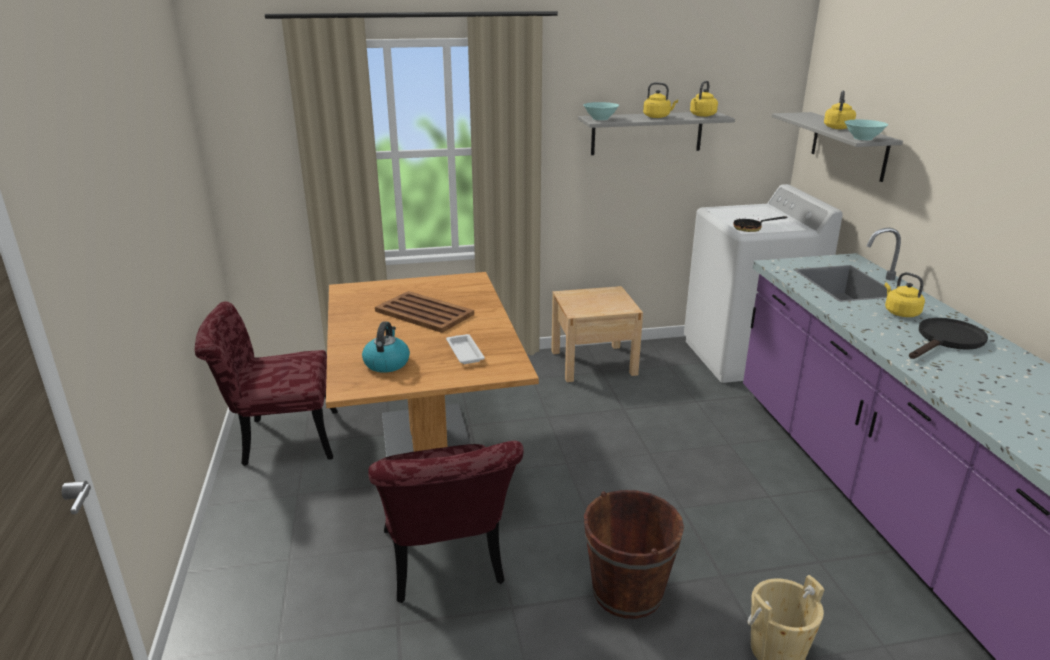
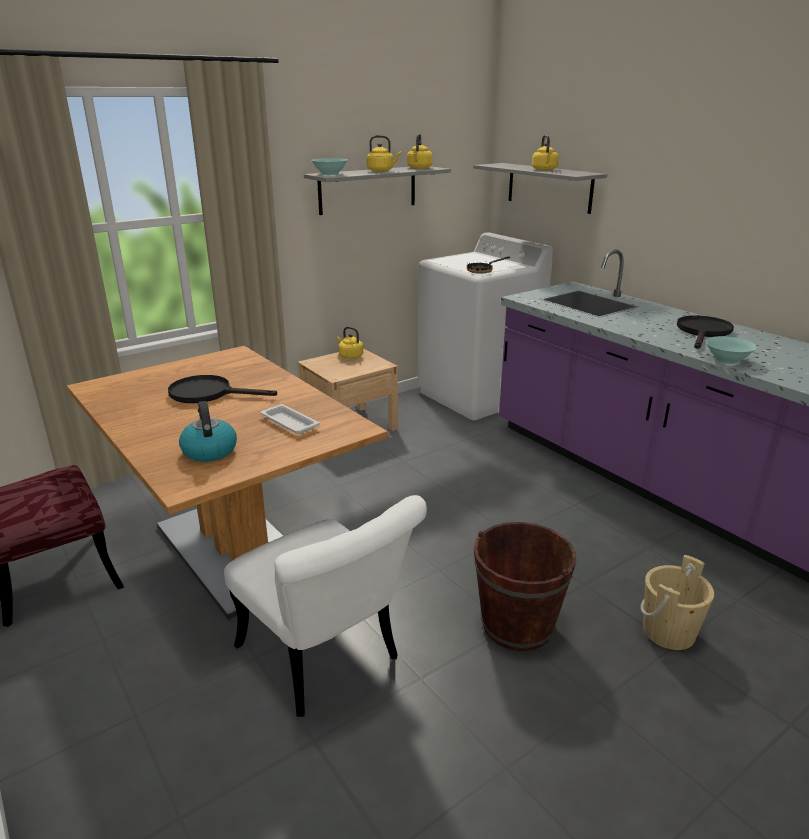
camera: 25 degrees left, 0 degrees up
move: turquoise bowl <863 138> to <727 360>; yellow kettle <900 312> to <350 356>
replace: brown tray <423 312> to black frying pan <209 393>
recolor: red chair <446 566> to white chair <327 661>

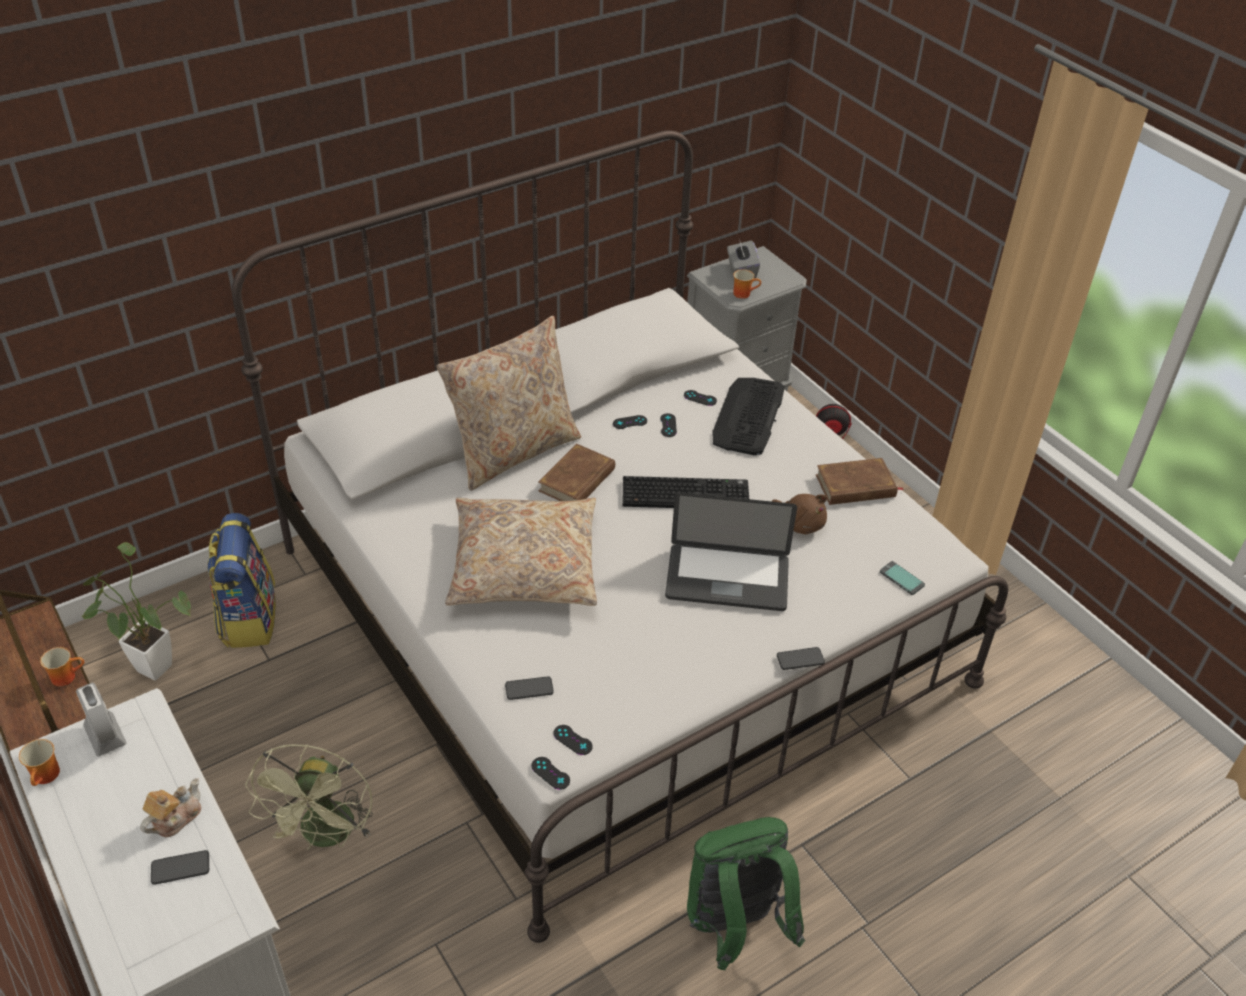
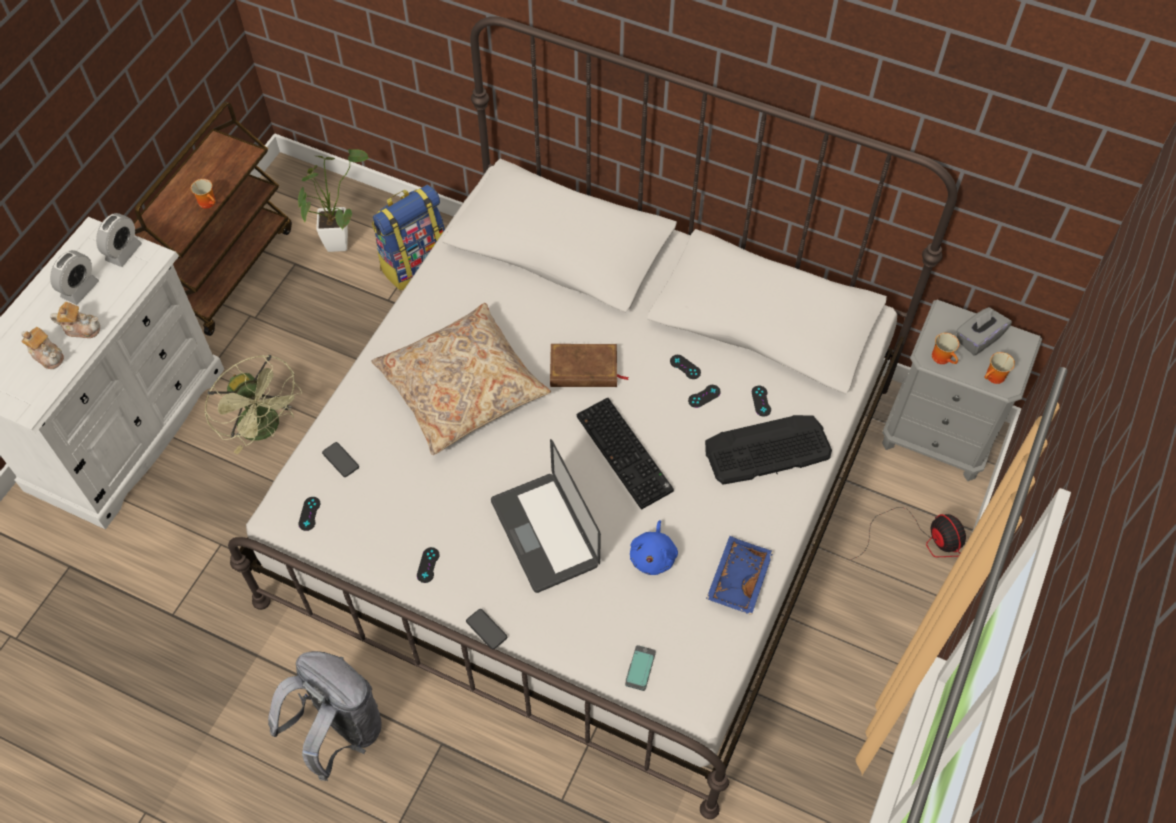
camera: 60 degrees right, 15 degrees up
delete: beige pillow <513 451>
insert: alarm clock <80 289>
move: mug <47 776> to <994 378>; black game controller <550 773> to <428 565>
replace: phone <180 868> to teapot <47 355>; brown book <855 486> to blue tray <737 579>
recolor: green backpack <735 927> to grey backpack <339 731>; brown plush toy <800 523> to blue plush toy <653 556>
rotate: green fan <326 836> = <265 429> 105 degrees counterclockwise

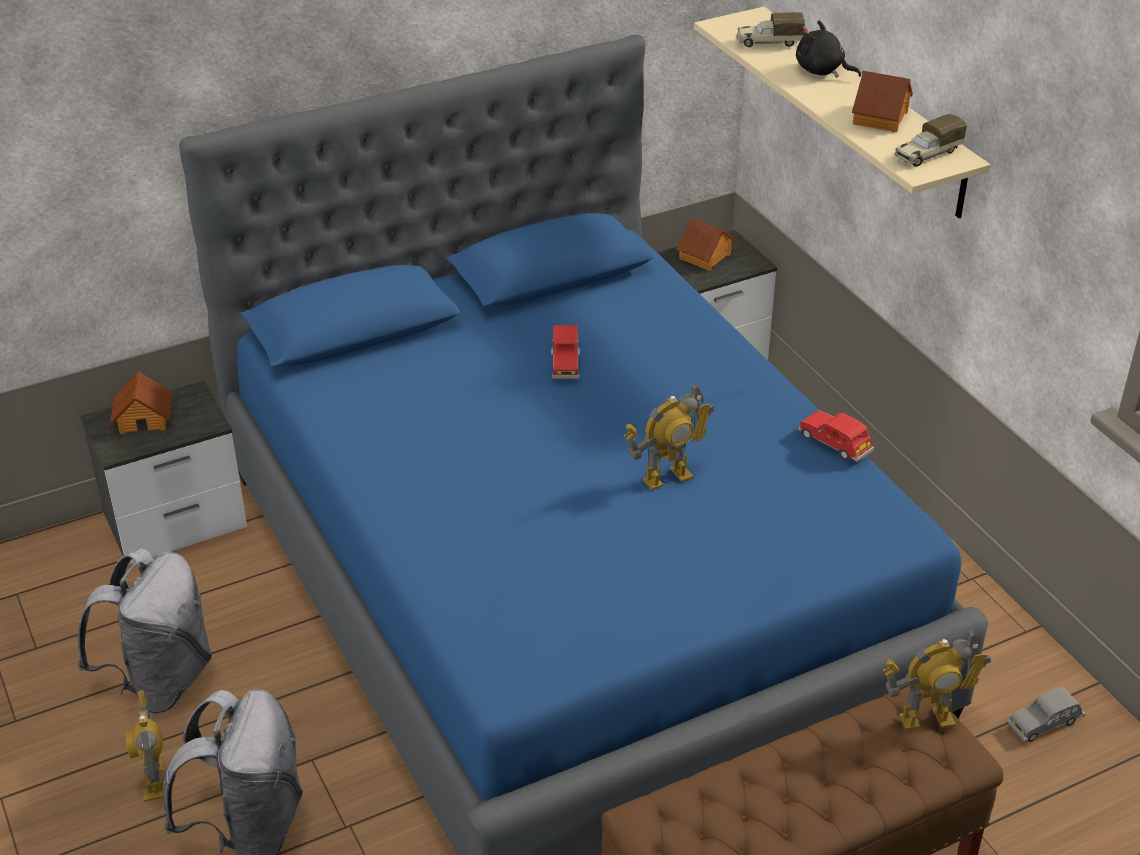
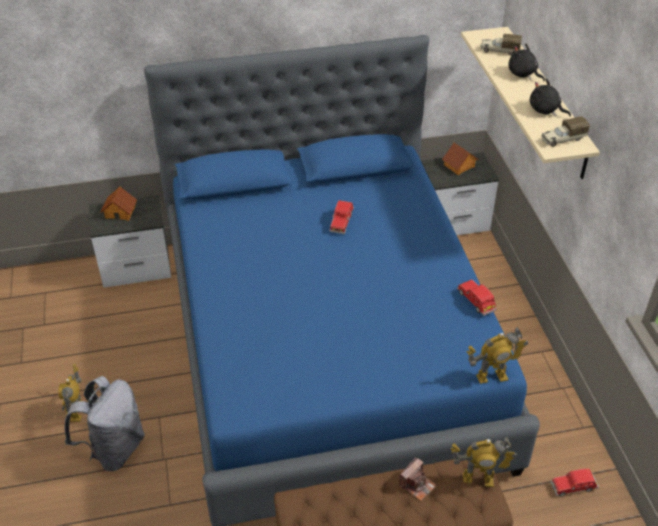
camera: 15 degrees right, 5 degrees up
delete: grey backpack <161 681>
insert: photo camera <417 485>
move: toy robot <667 477> to <492 376>
replace: toy house <881 118> to black plush toy <545 110>
recolor: grey toy car <1045 723> to red toy car <573 487>

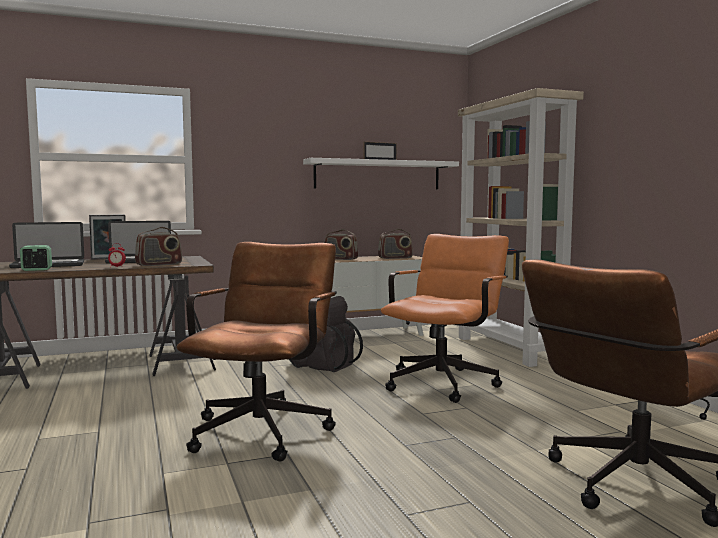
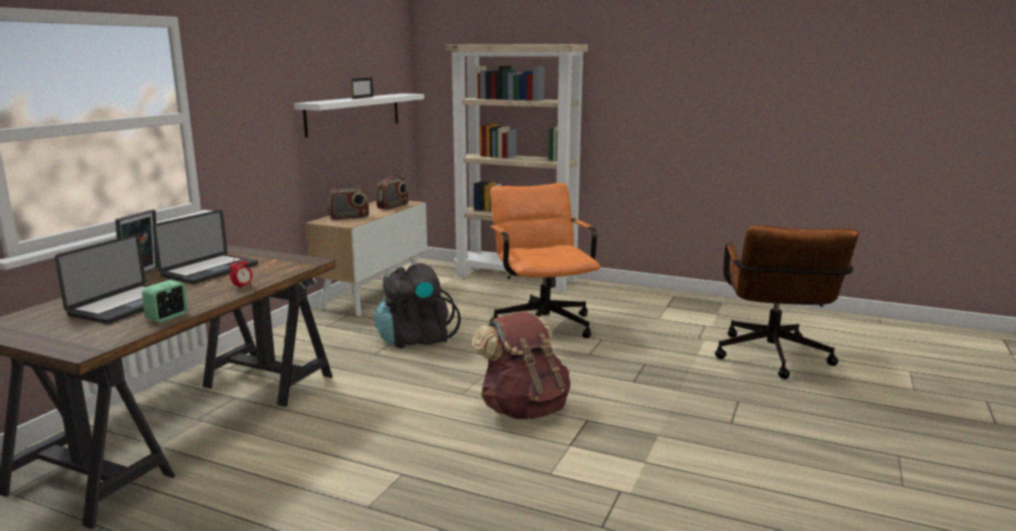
camera: 45 degrees left, 10 degrees up
delete: radio <159 264>
replace: brown office chair <265 428> to brown backpack <523 409>

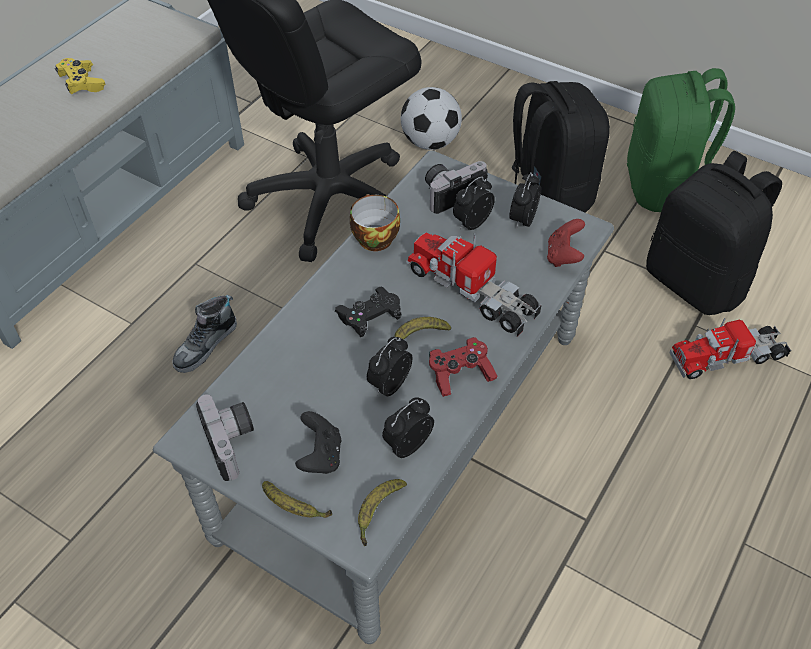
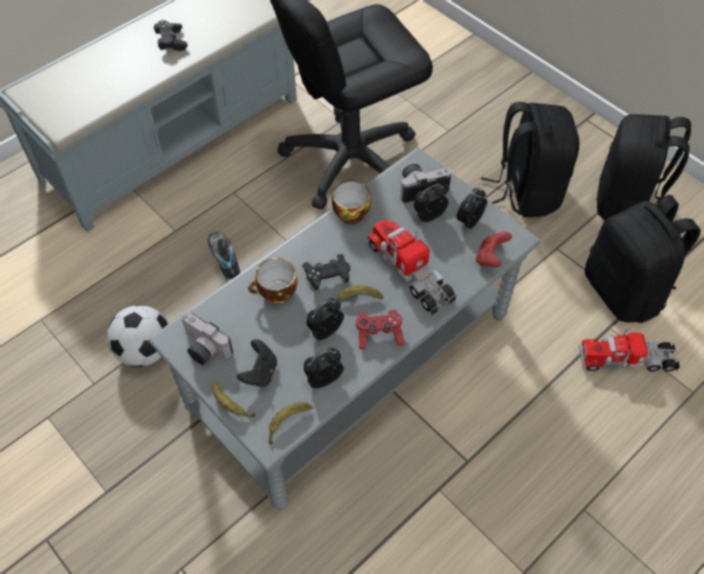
camera: 15 degrees right, 5 degrees up
insert: cup <276 294>
move: football <430 142> to <145 351>
recolor: yellow game controller <82 83> to black game controller <171 42>; green backpack <663 187> to black backpack <626 204>
rotate: shoe <206 345> = <224 259> 105 degrees clockwise; photo camera <233 442> = <203 348> 135 degrees clockwise

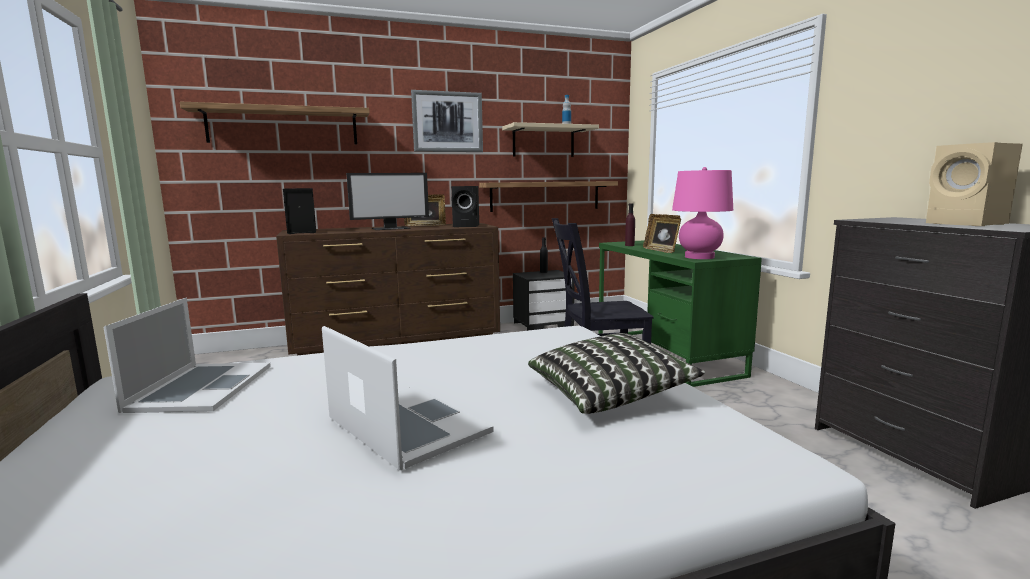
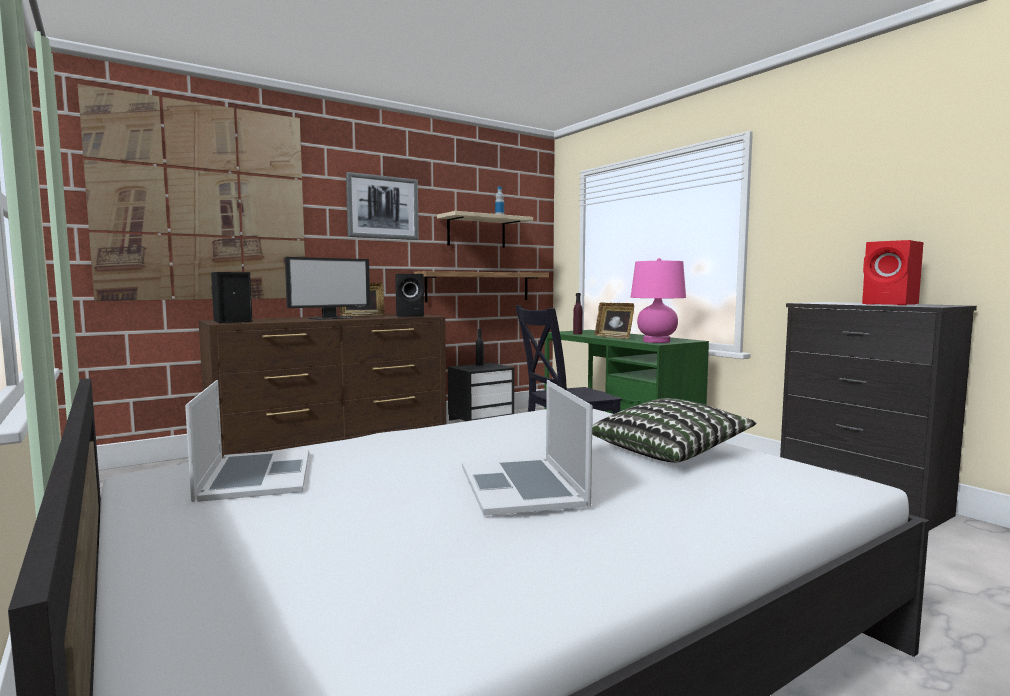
camera: 15 degrees left, 5 degrees down
replace: shelf <283 126> to picture <204 203>
recolor: beige speaker <968 224> to red speaker <892 304>
rotate: laptop <406 425> = <522 485> 135 degrees counterclockwise

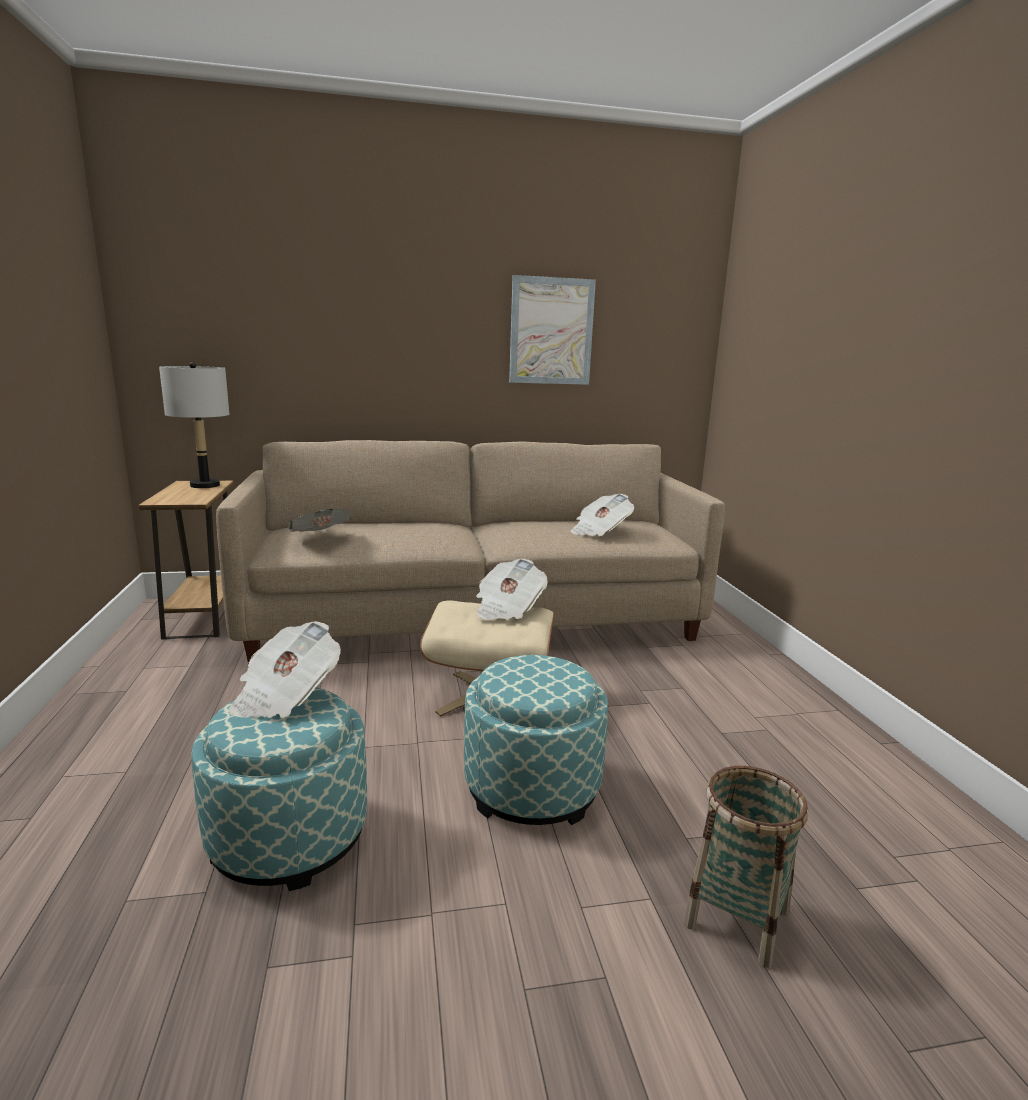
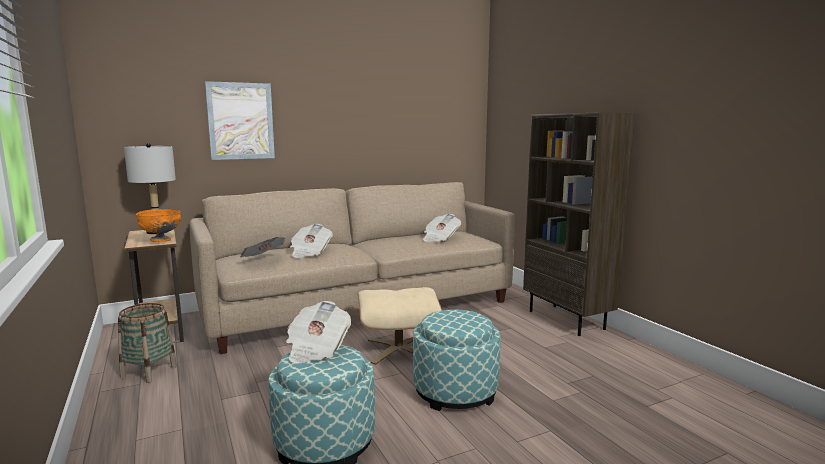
camera: 15 degrees left, 5 degrees down
insert: orange bowl <161 240>; brown bookcase <567 320>
move: newspaper <507 608> to <310 252>; picture <551 331> to <241 121>; basket <736 918> to <149 372>

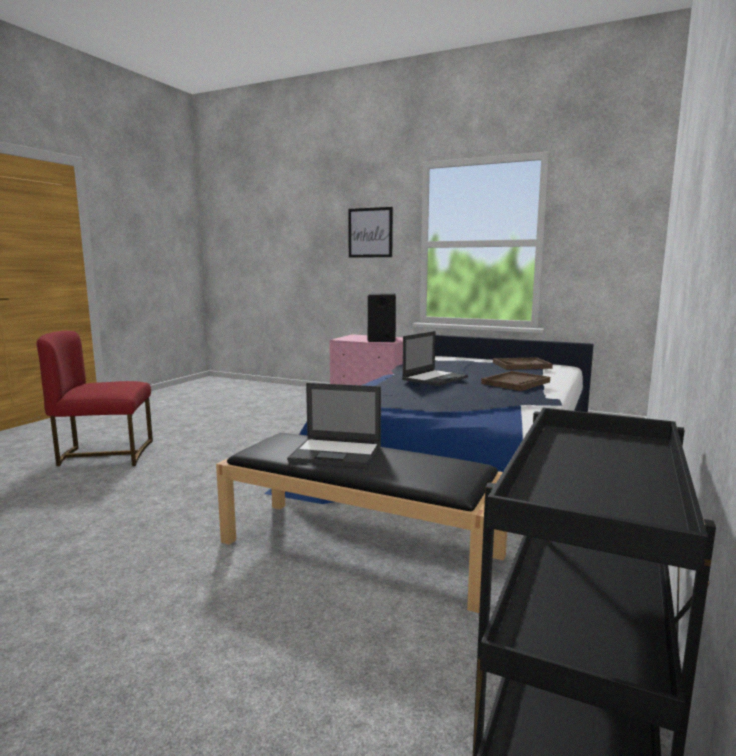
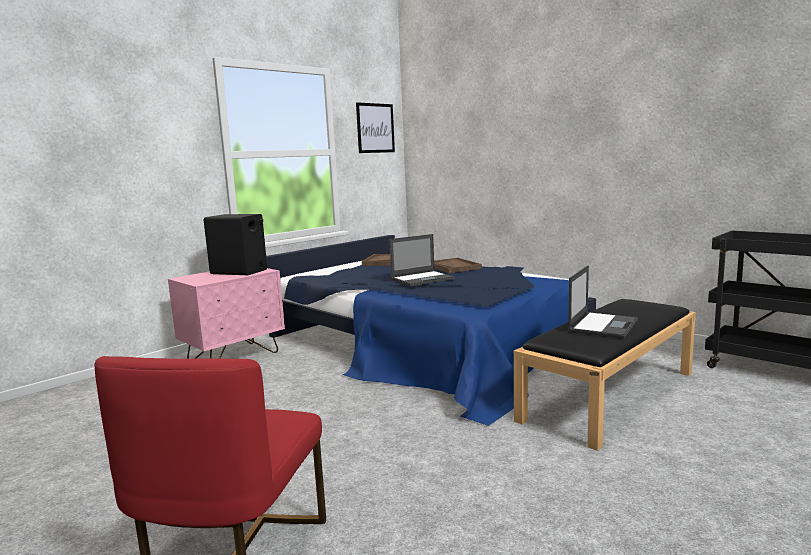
camera: 70 degrees left, 0 degrees up
move: picture <370 232> to <375 128>
rotate: laptop <435 378> = <423 279> 90 degrees clockwise

